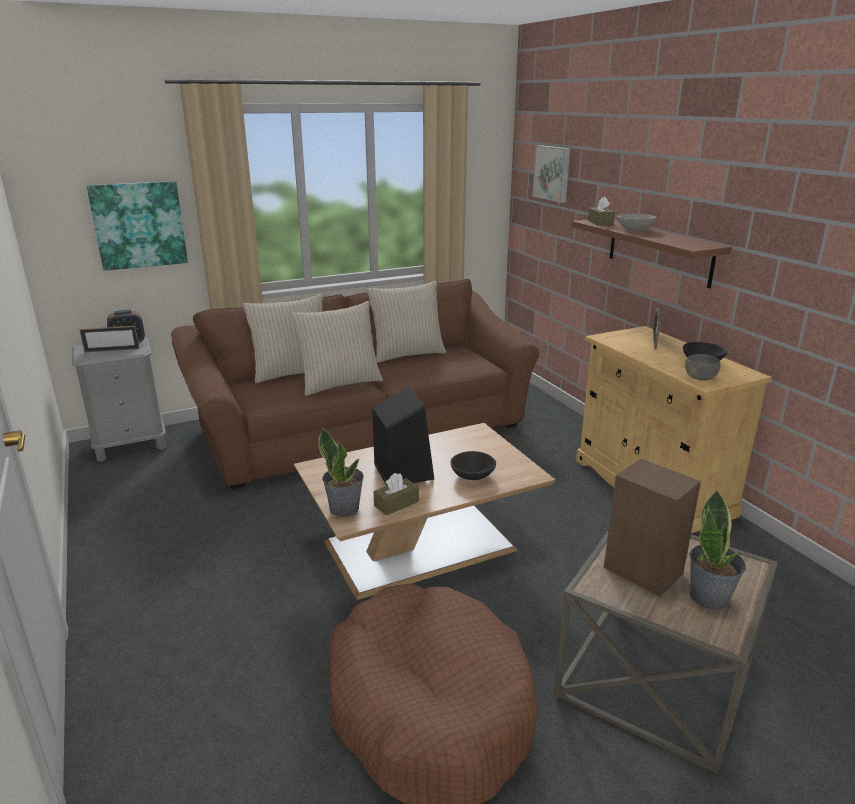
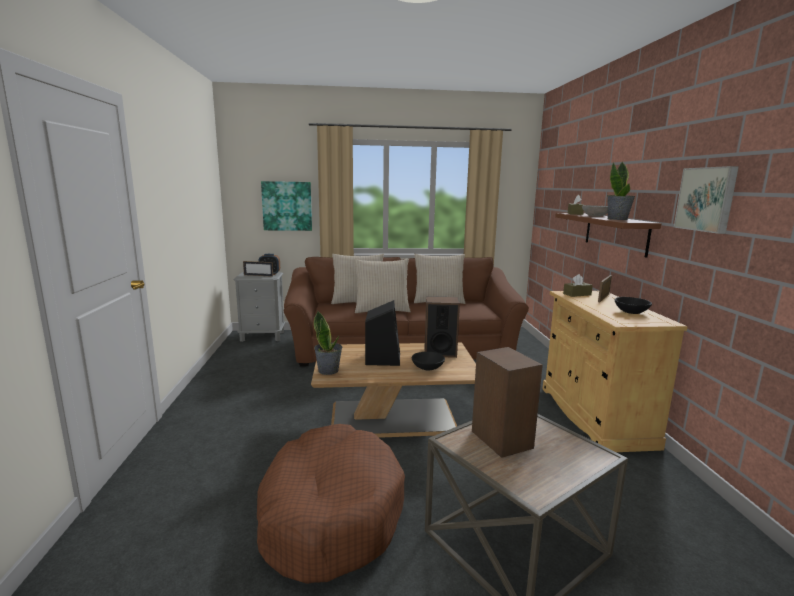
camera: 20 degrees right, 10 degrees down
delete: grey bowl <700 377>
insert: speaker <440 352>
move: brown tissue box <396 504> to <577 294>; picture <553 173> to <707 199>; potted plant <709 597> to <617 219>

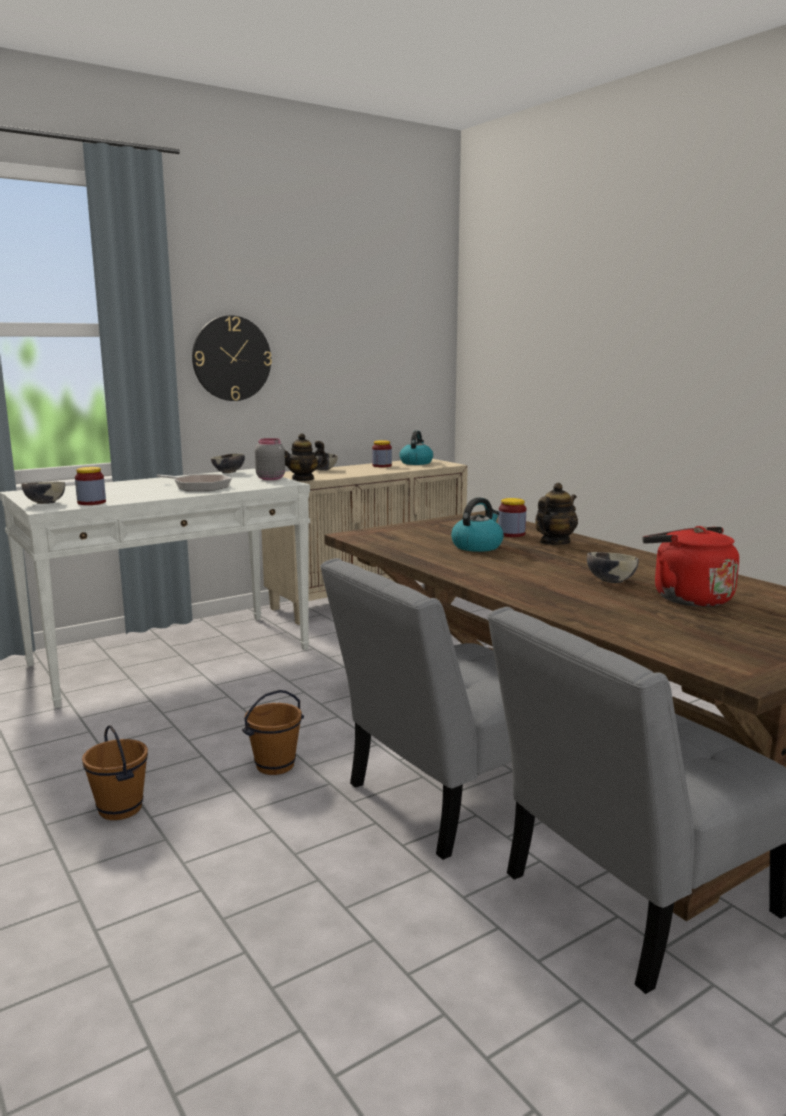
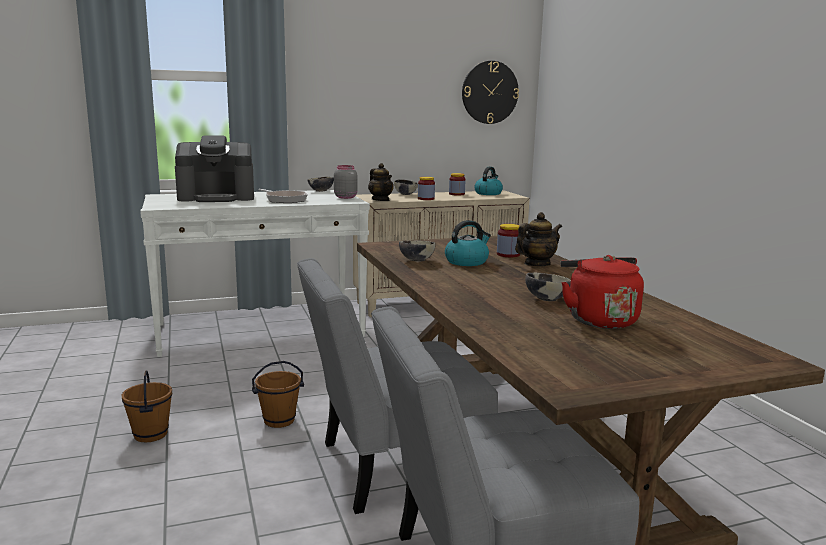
camera: 15 degrees right, 0 degrees up
insert: coffee machine <217 197>
move: bowl <45 503> to <416 260>; jar <91 502> to <426 199>; wall clock <231 358> to <490 92>
rotate: teapot <303 479> = <380 200> 120 degrees counterclockwise

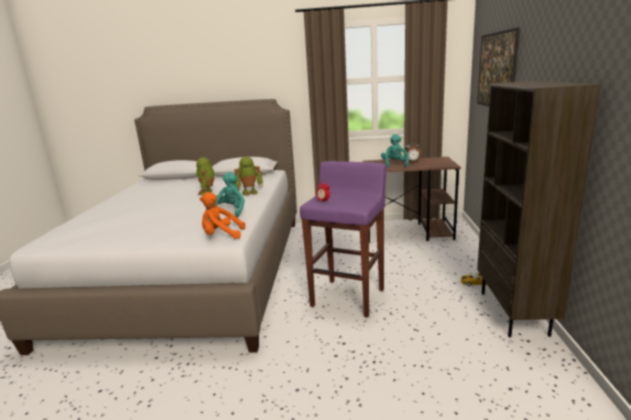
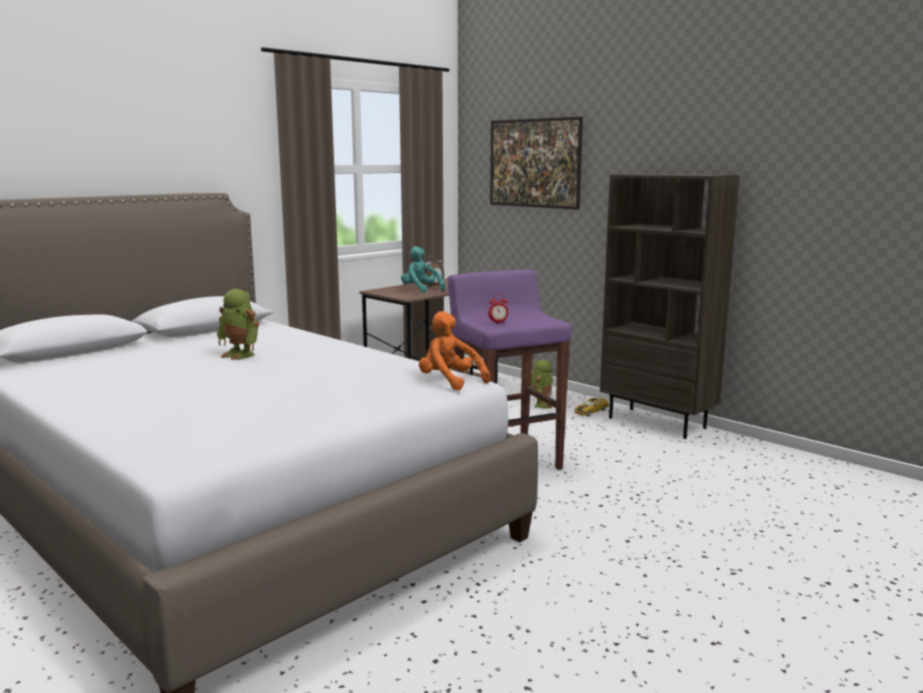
camera: 50 degrees left, 5 degrees down
delete: turquoise plush toy <231 212>
move: toy robot <250 192> to <541 404>
rotate: orange plush toy <221 235> = <449 382> 90 degrees clockwise

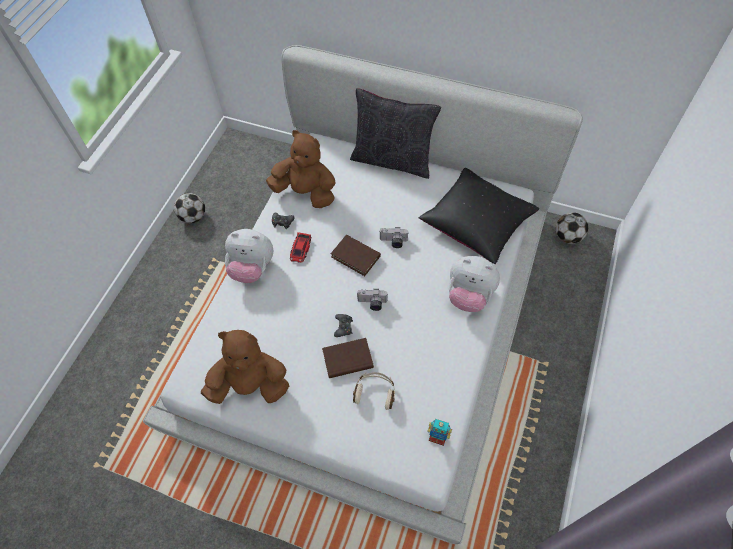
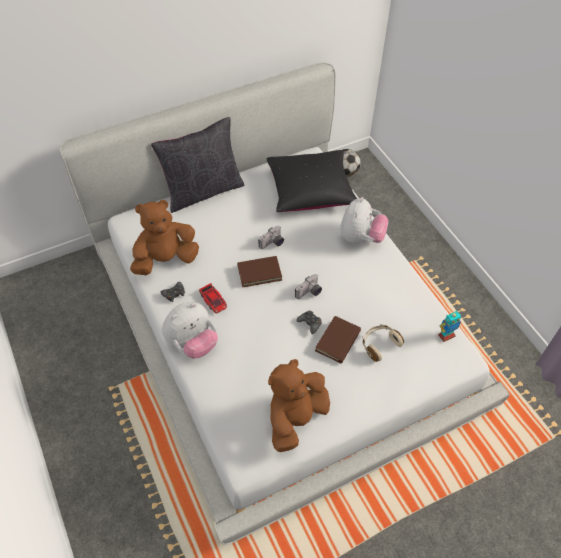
camera: 50 degrees left, 5 degrees down
delete: football <193 217>
rotate: plush toy <469 295> = <361 238> 45 degrees counterclockwise

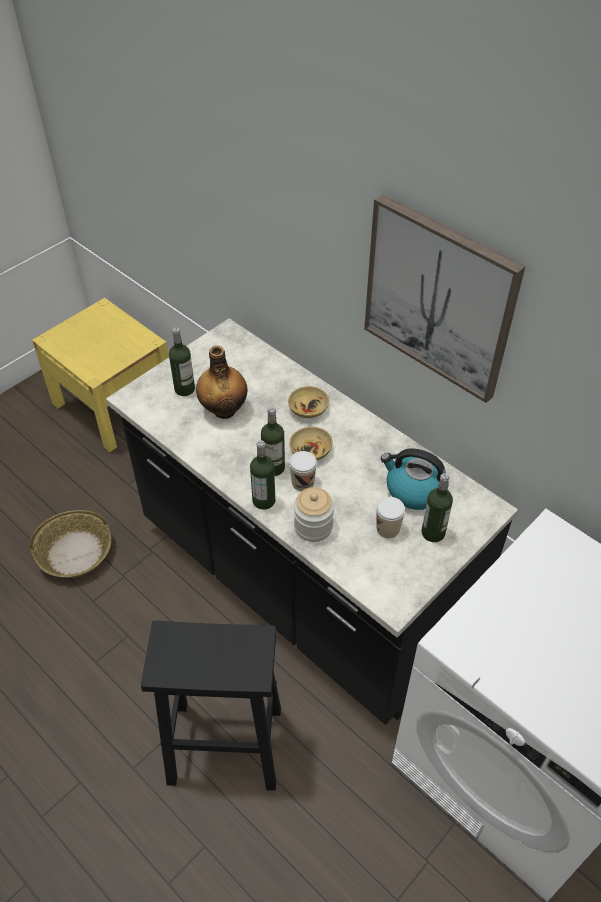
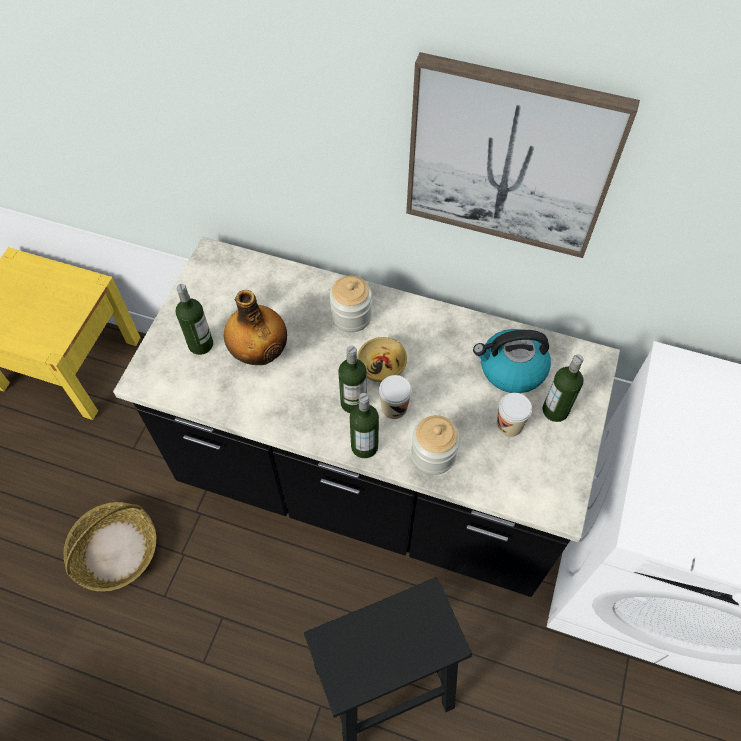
camera: 25 degrees left, 10 degrees up
replace: beige bowl <308 408> to jar <351 316>

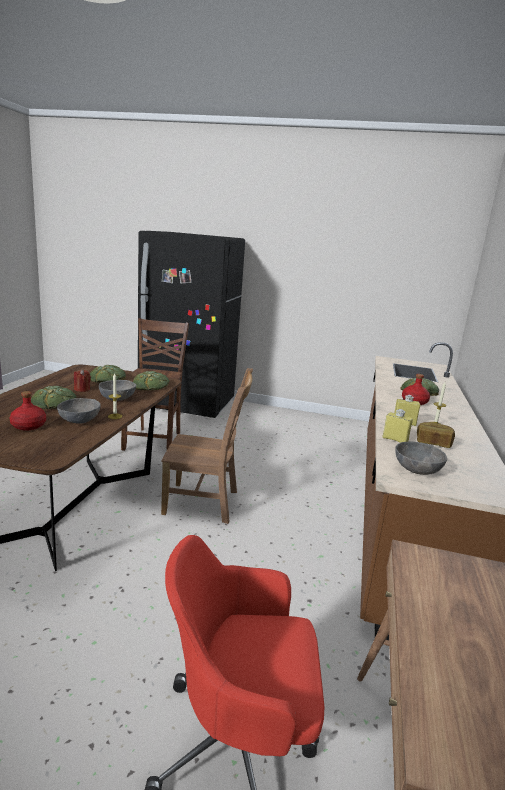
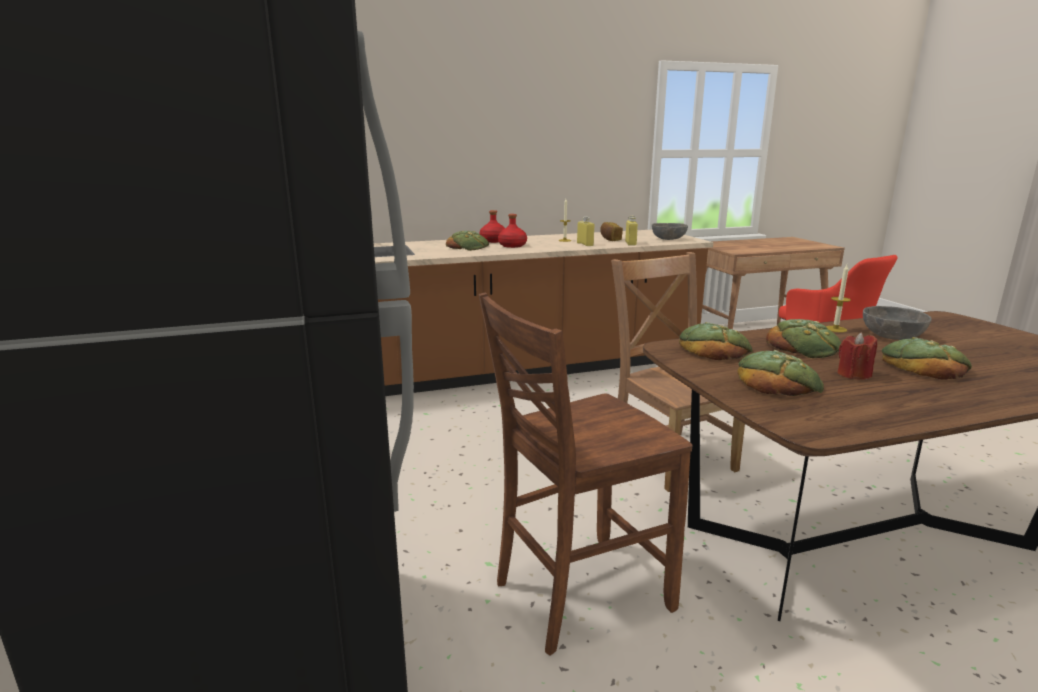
camera: 120 degrees left, 0 degrees up
move: red bottle <29 426> to <493 241>
replace: grey bowl <117 398> to bread <803 346>

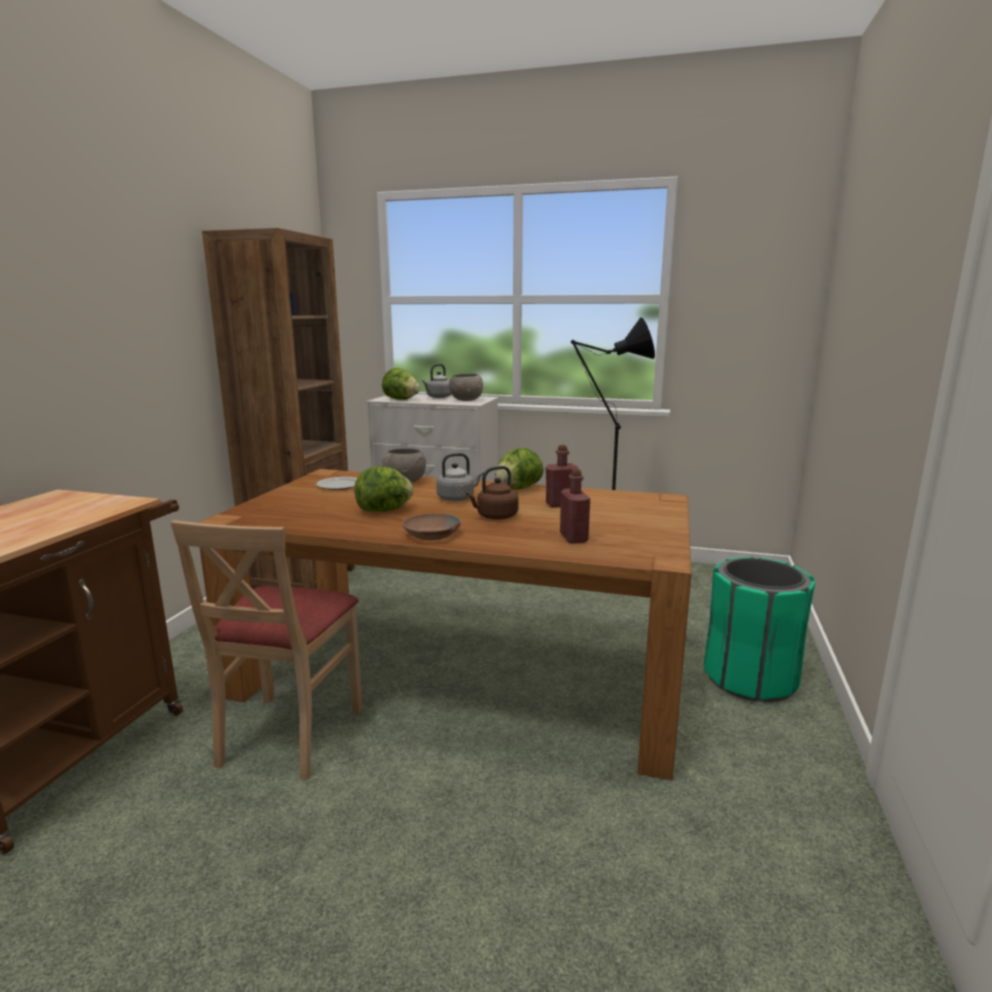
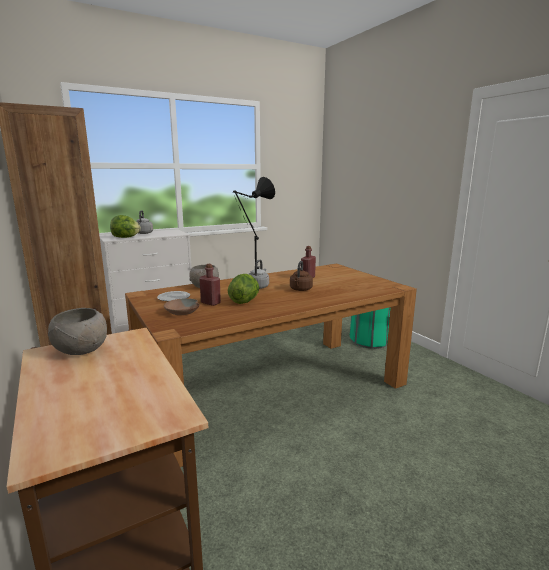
camera: 45 degrees left, 0 degrees up
delete: beige chair <289 734>; lettuce <517 489>
move: brown bowl <431 535> to <182 312>; grey bowl <466 400> to <81 350>; red bottle <573 538> to <210 303>

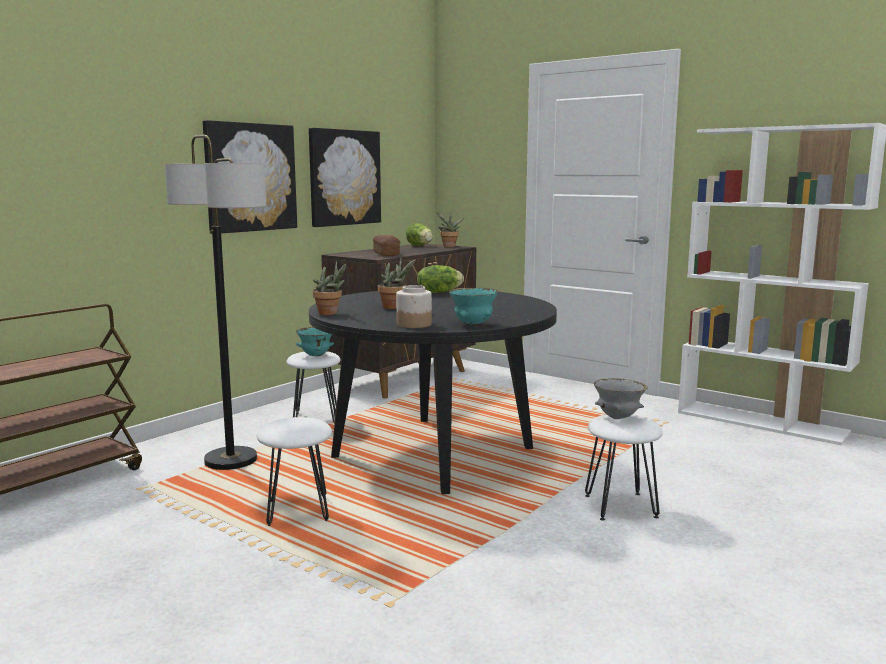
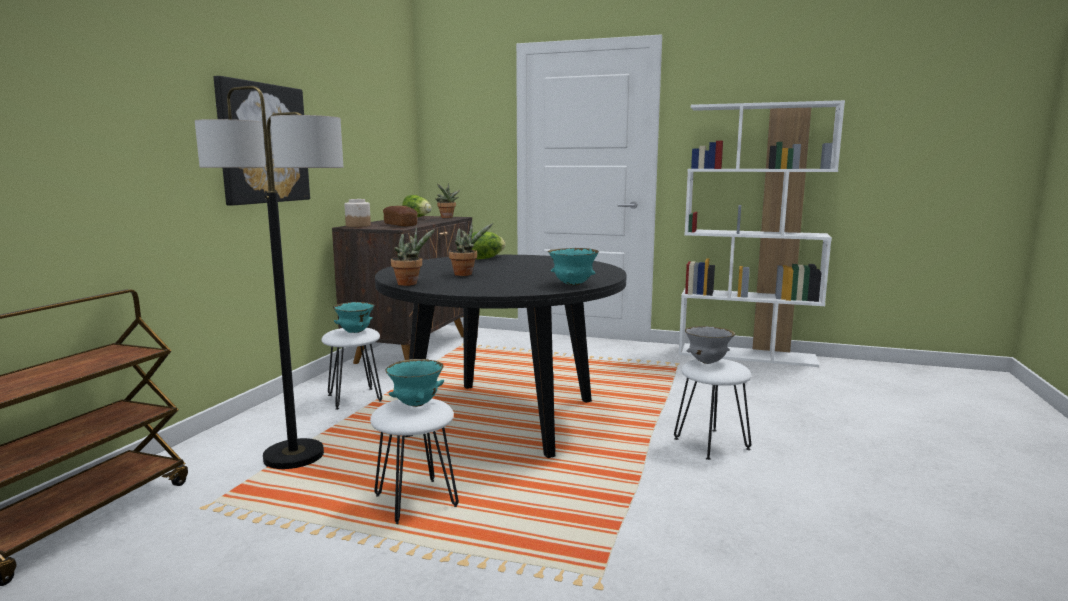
camera: 20 degrees left, 0 degrees up
delete: picture <344 177>
insert: turquoise bowl <416 404>
move: jar <414 324> to <358 226>

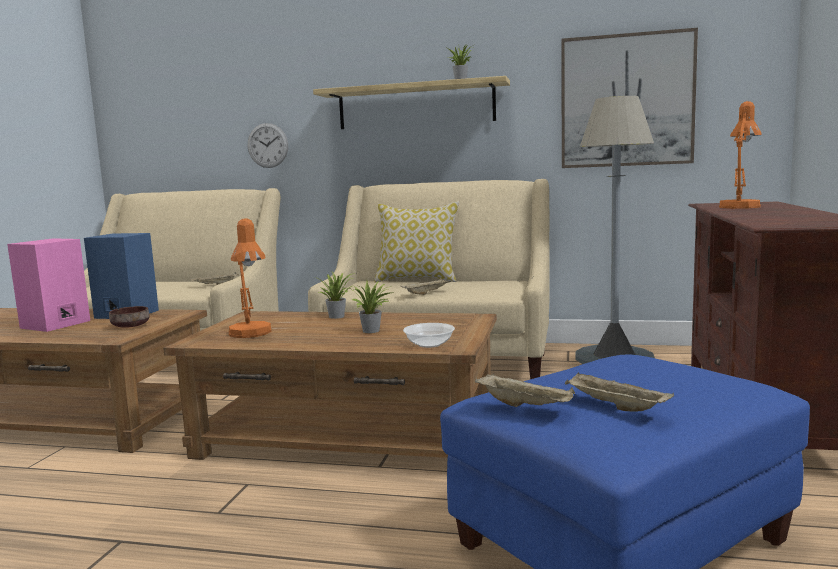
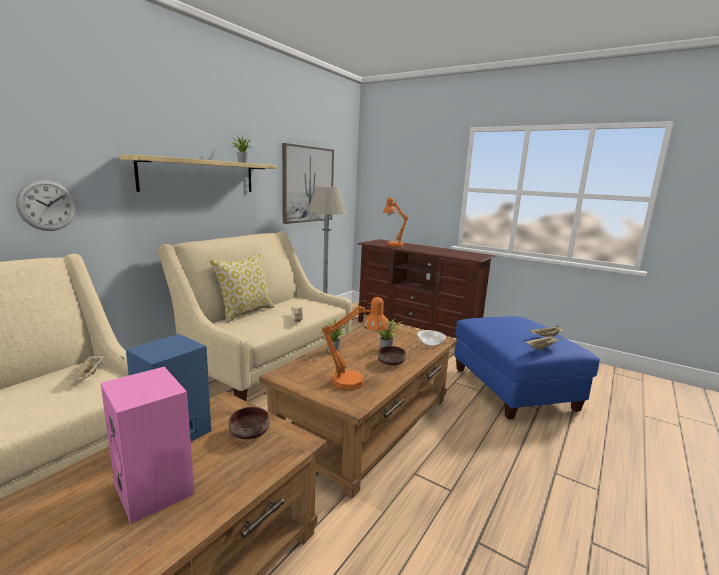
camera: 70 degrees left, 5 degrees up
insert: brown bowl <390 362>

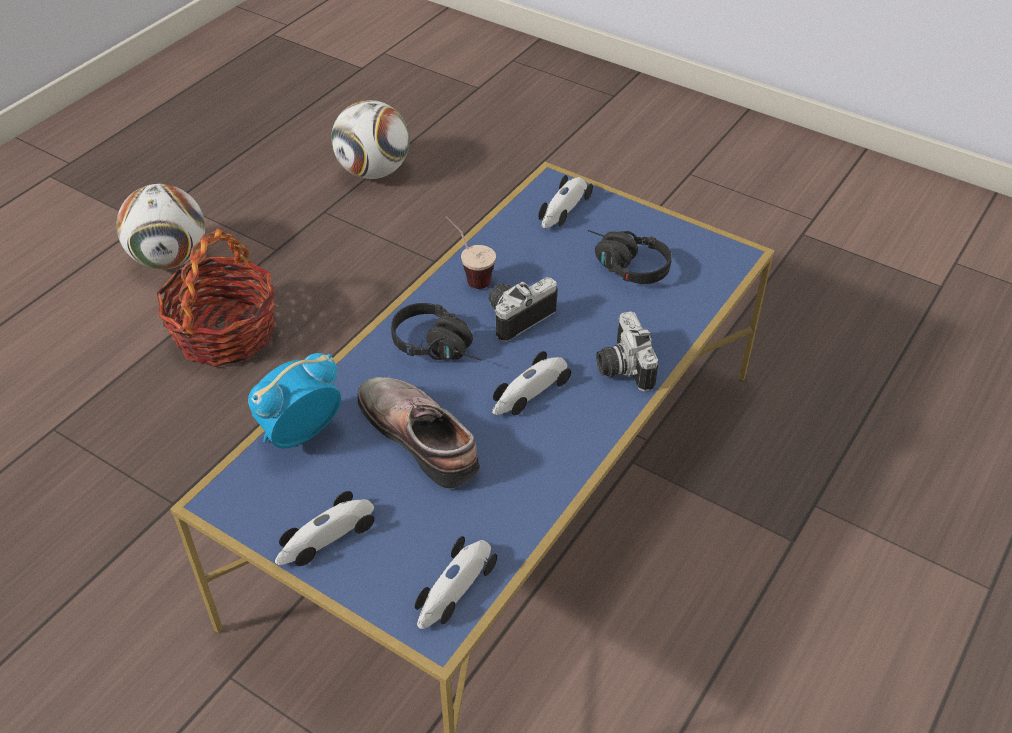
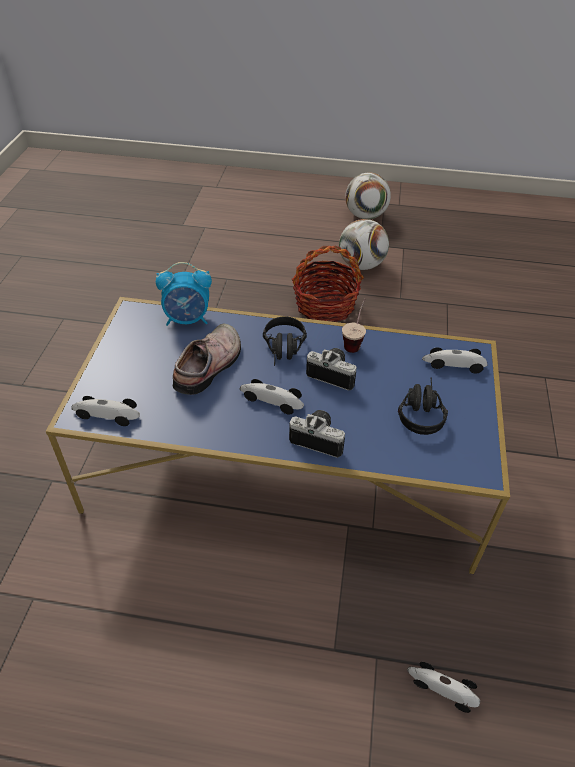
camera: 65 degrees right, 0 degrees up
move: toy car <325 537> to <442 687>; football <374 171> to <365 216>
rotate: alarm clock <299 433> = <188 319> 150 degrees clockwise; photo camera <621 367> = <319 438> 60 degrees clockwise

